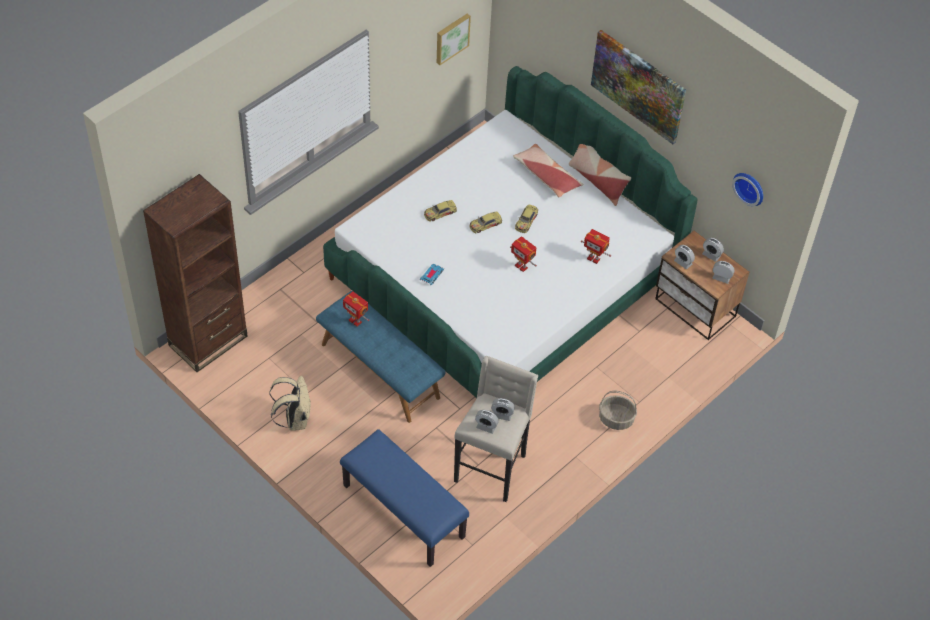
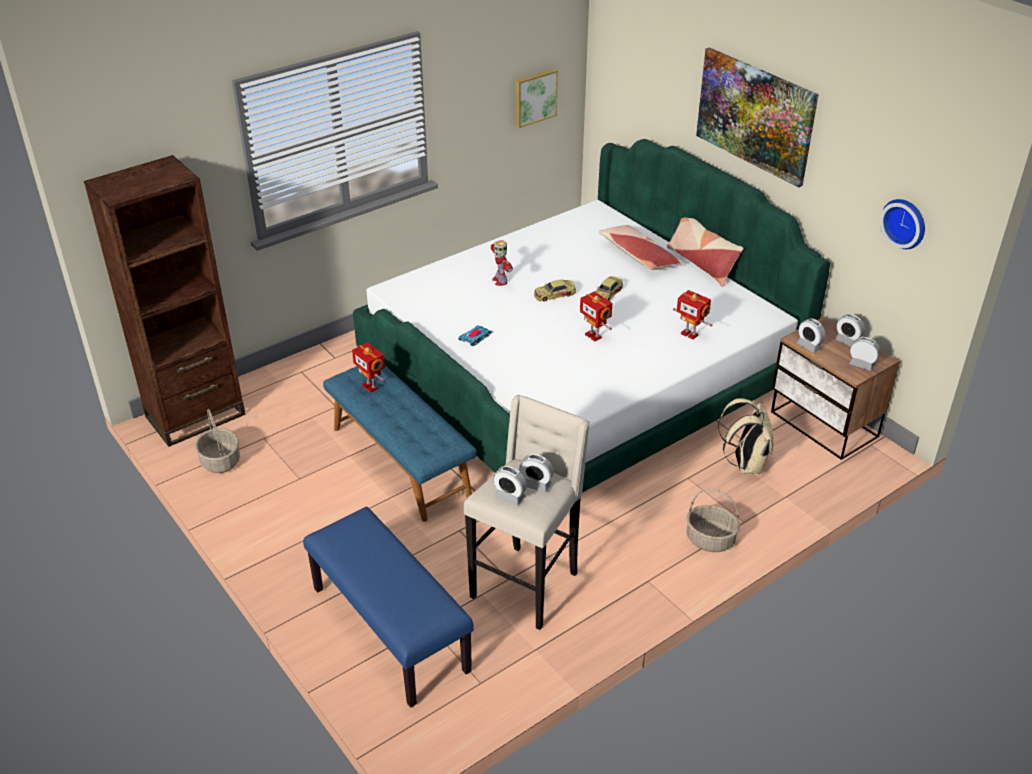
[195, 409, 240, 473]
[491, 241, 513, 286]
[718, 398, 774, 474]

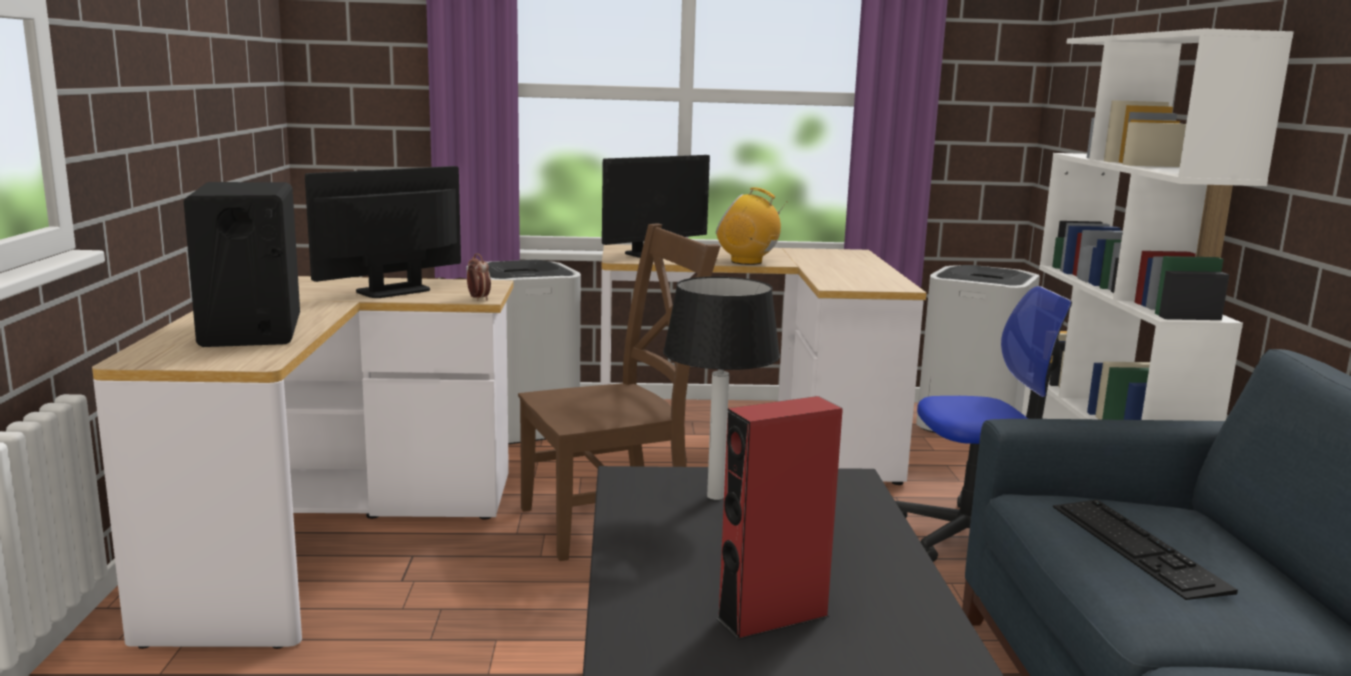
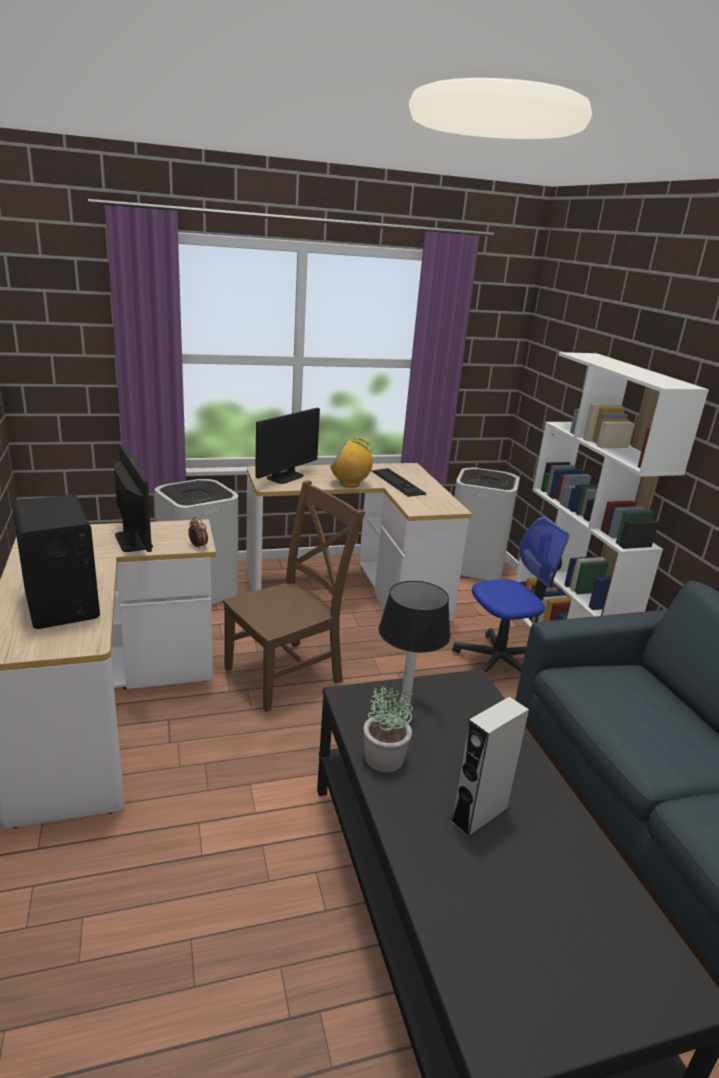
[114, 444, 153, 552]
[363, 685, 413, 772]
[372, 468, 426, 497]
[450, 696, 529, 838]

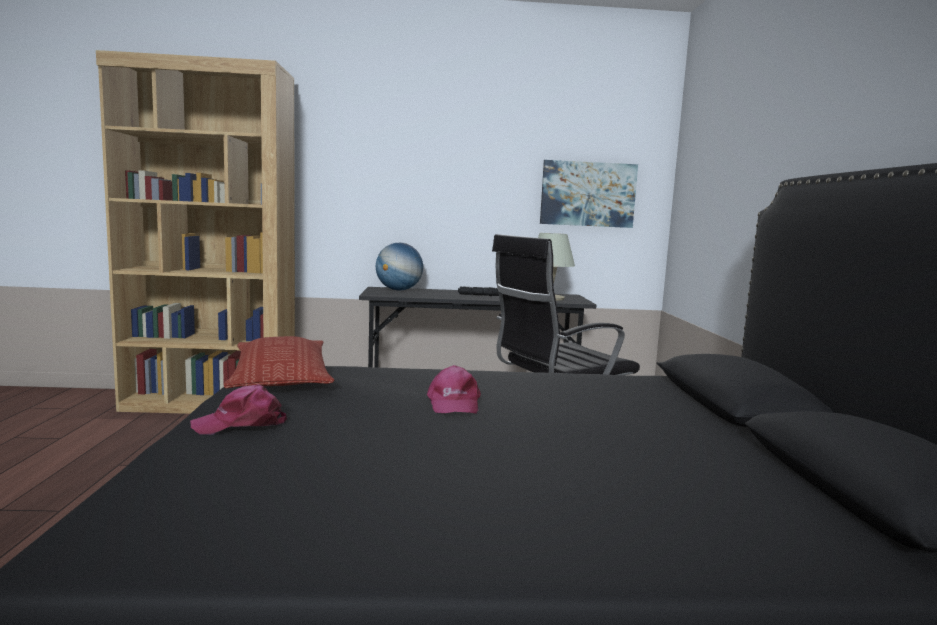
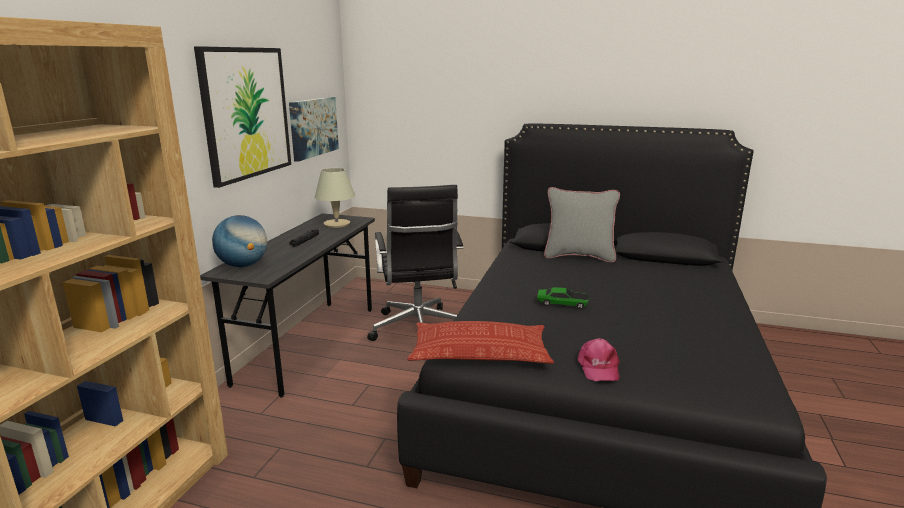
[194, 46, 291, 188]
[537, 287, 589, 309]
[544, 187, 620, 263]

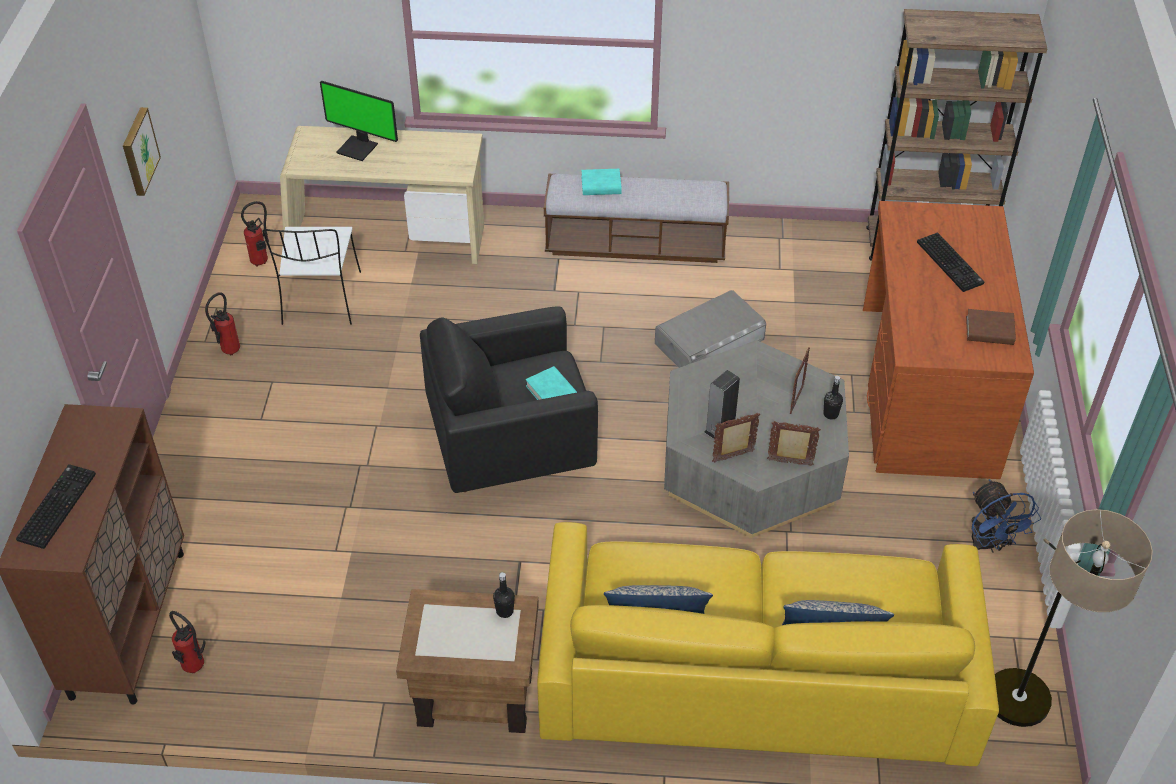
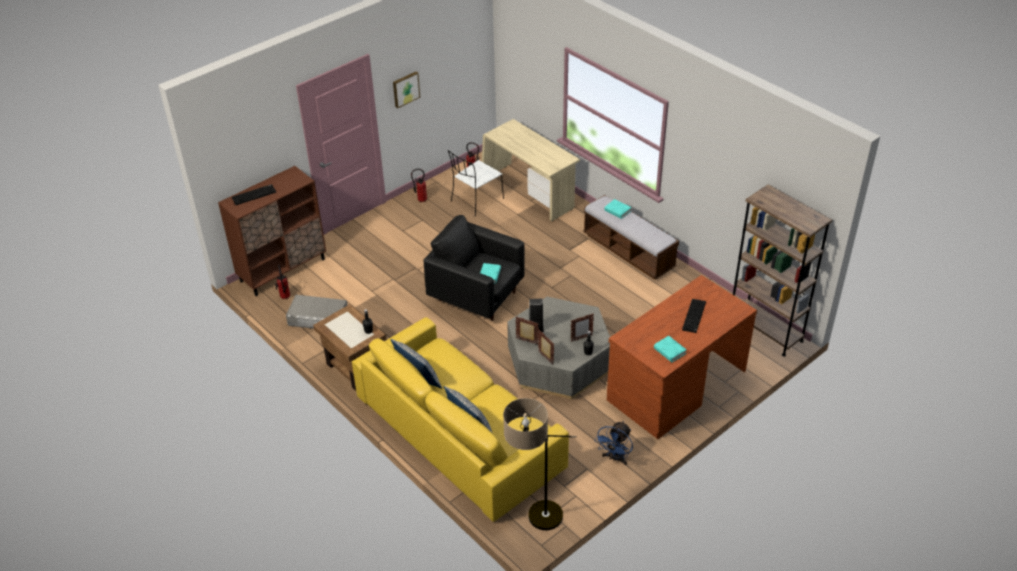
[286, 295, 347, 329]
[654, 336, 687, 362]
[320, 81, 398, 161] (first image)

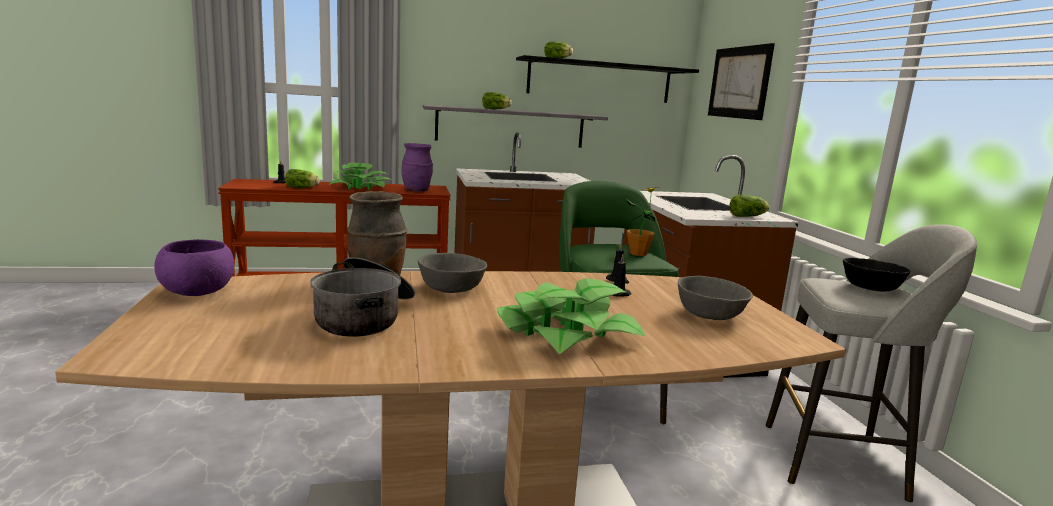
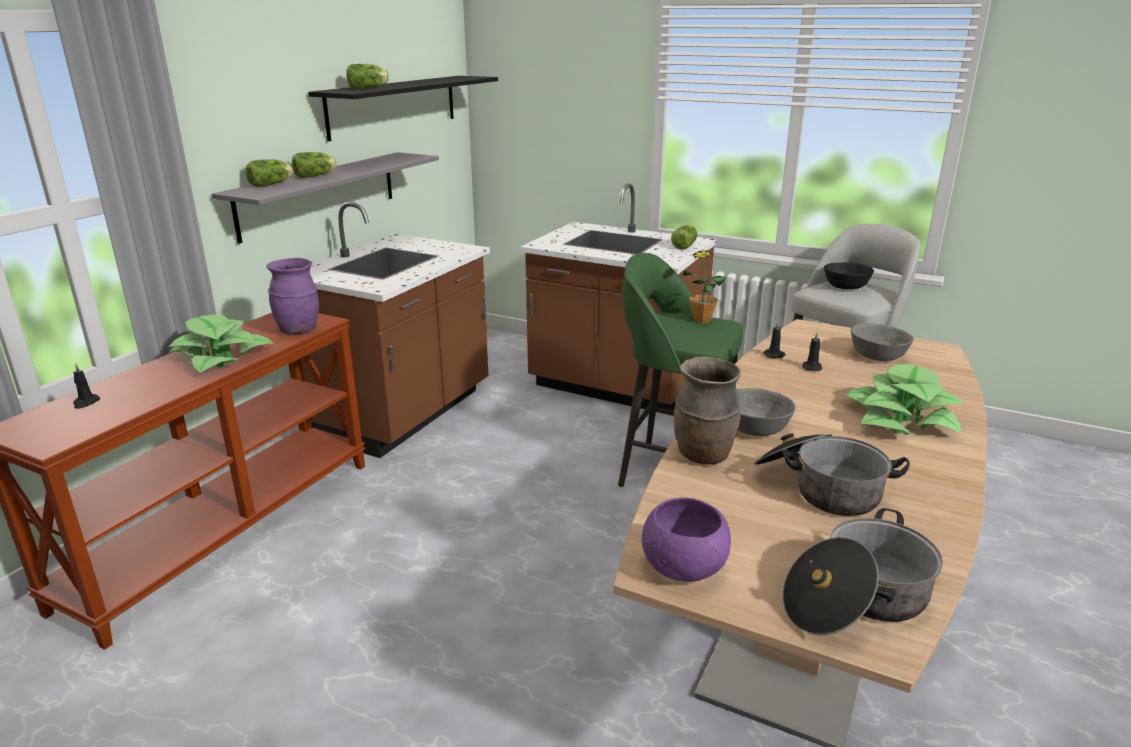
[245, 159, 293, 187]
[783, 508, 943, 635]
[708, 43, 775, 120] (first image)

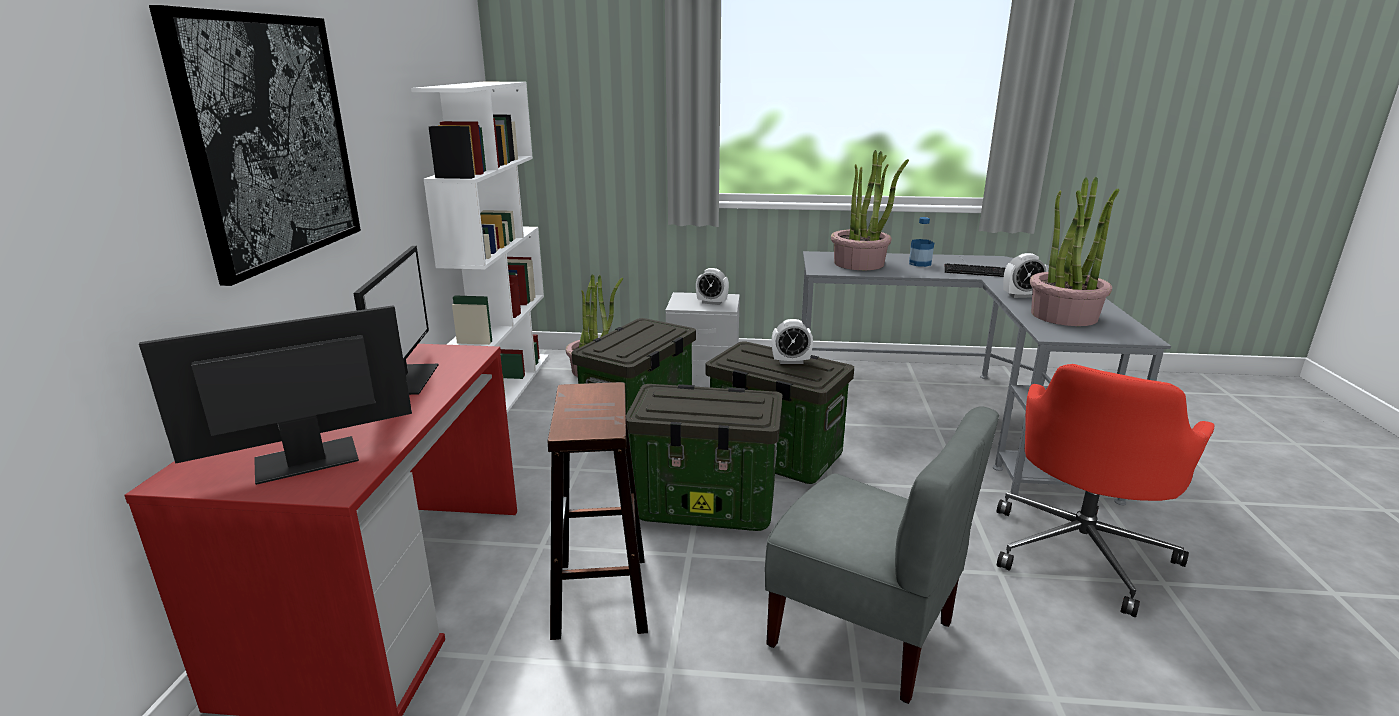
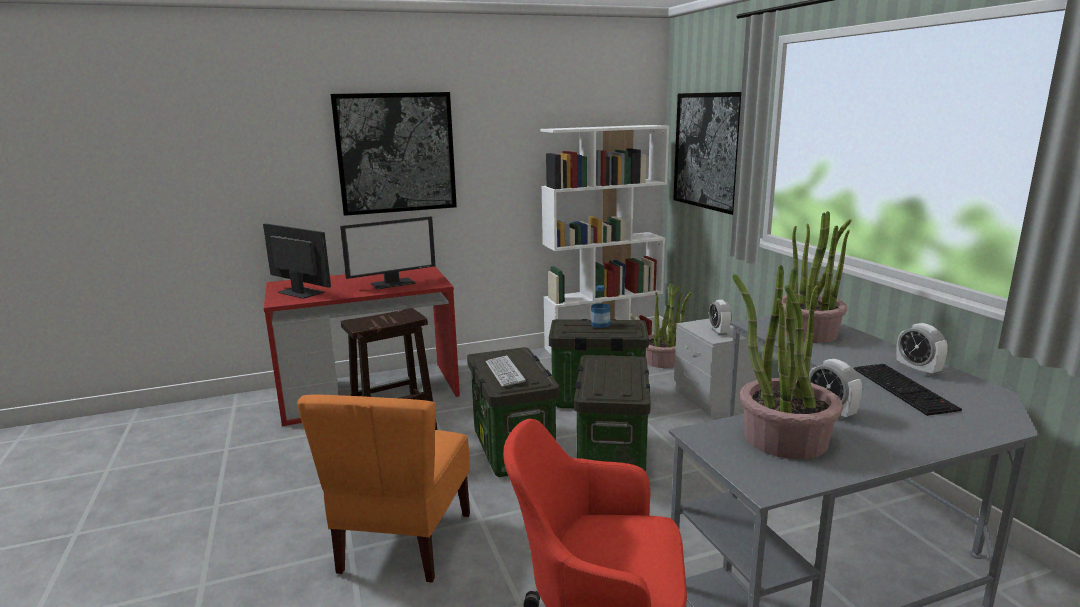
[297, 395, 470, 583]
[486, 356, 526, 387]
[591, 285, 610, 328]
[673, 92, 741, 215]
[896, 323, 948, 376]

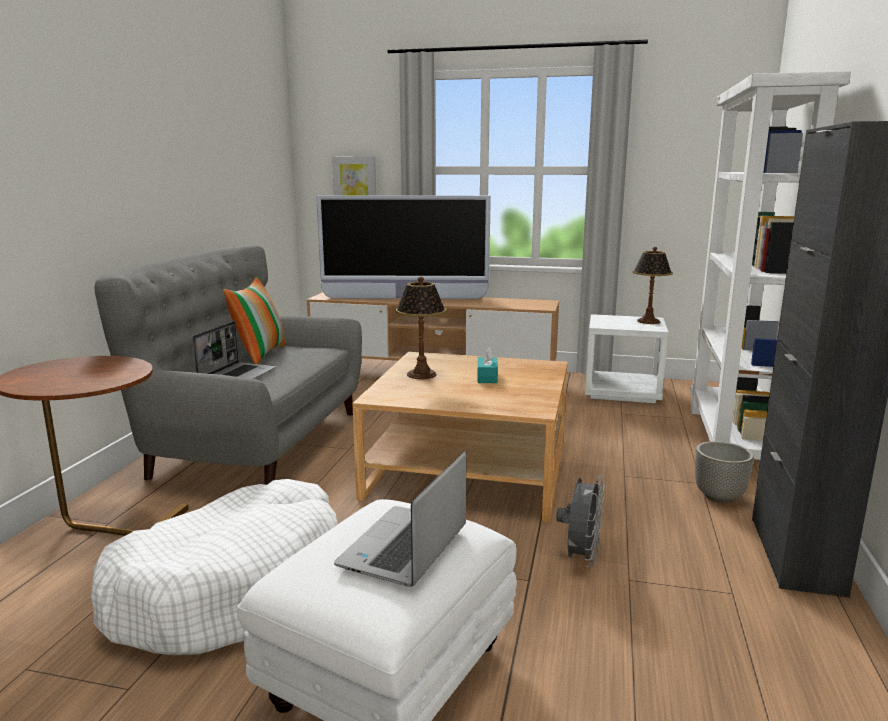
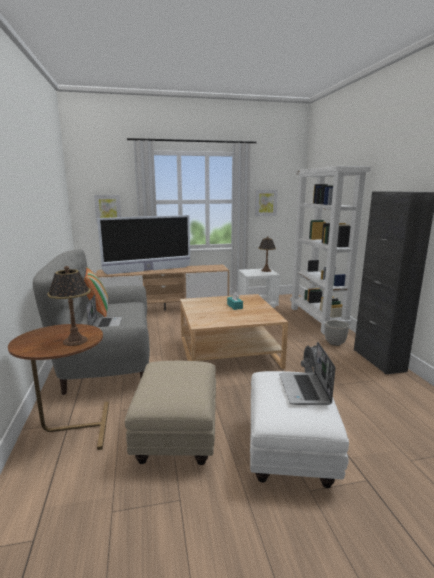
[47, 266, 91, 346]
[125, 361, 216, 465]
[255, 190, 278, 216]

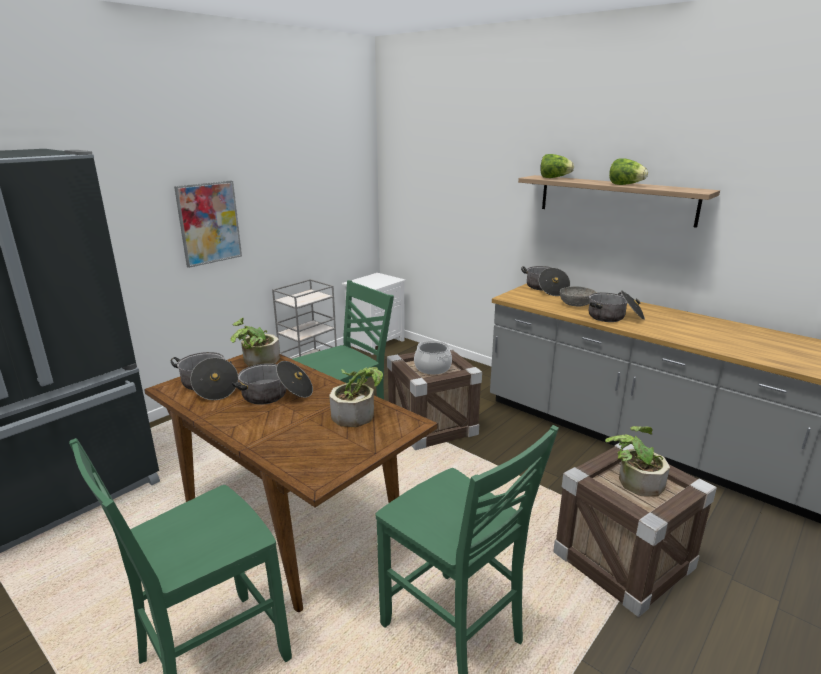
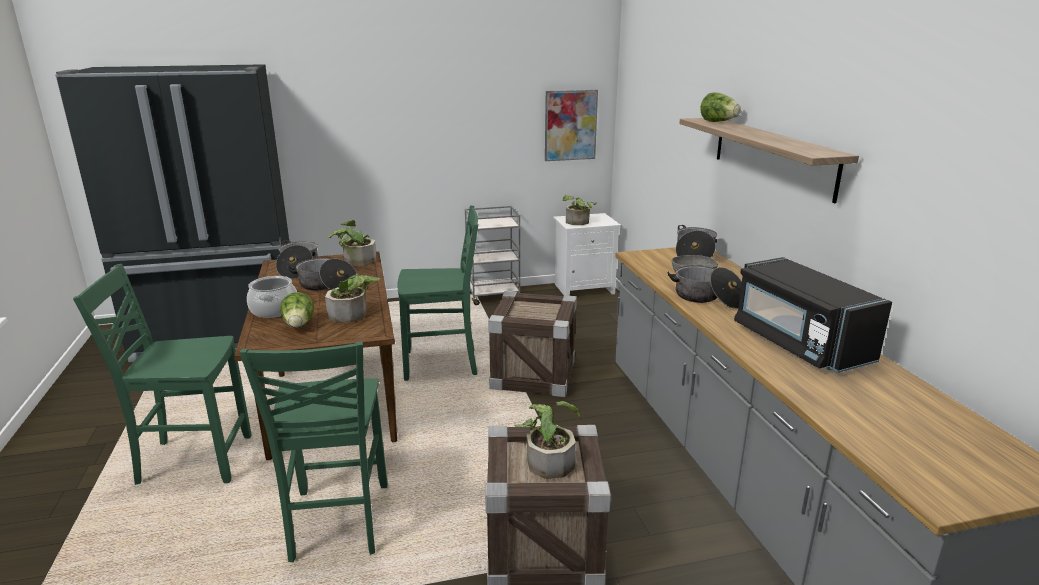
[247, 276, 297, 318]
[280, 292, 314, 328]
[545, 90, 598, 161]
[562, 195, 596, 225]
[734, 257, 892, 373]

